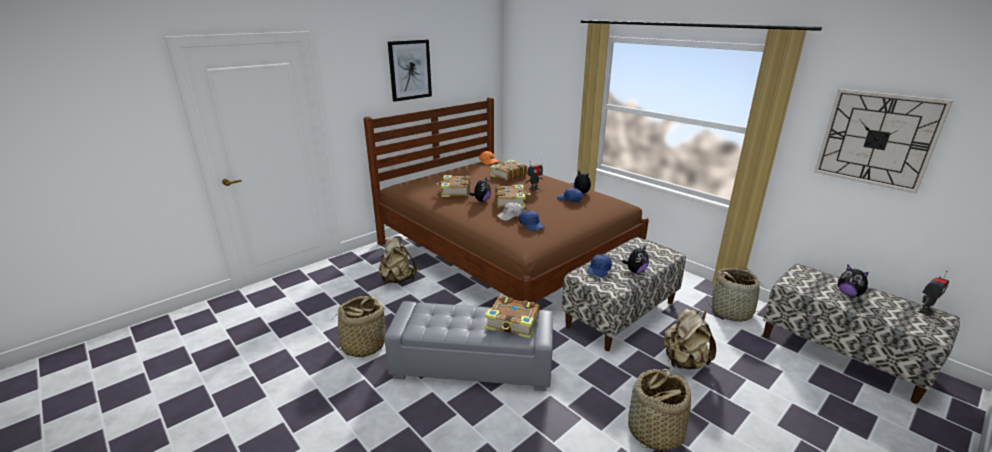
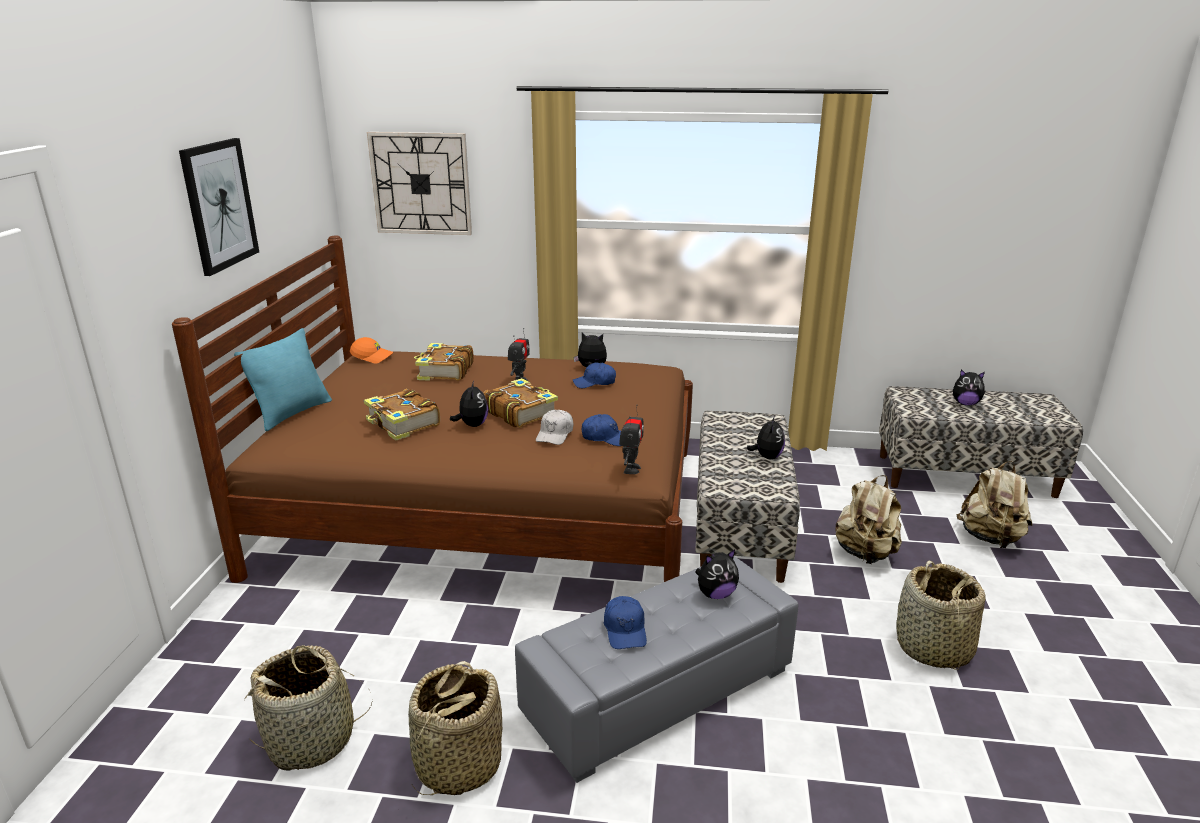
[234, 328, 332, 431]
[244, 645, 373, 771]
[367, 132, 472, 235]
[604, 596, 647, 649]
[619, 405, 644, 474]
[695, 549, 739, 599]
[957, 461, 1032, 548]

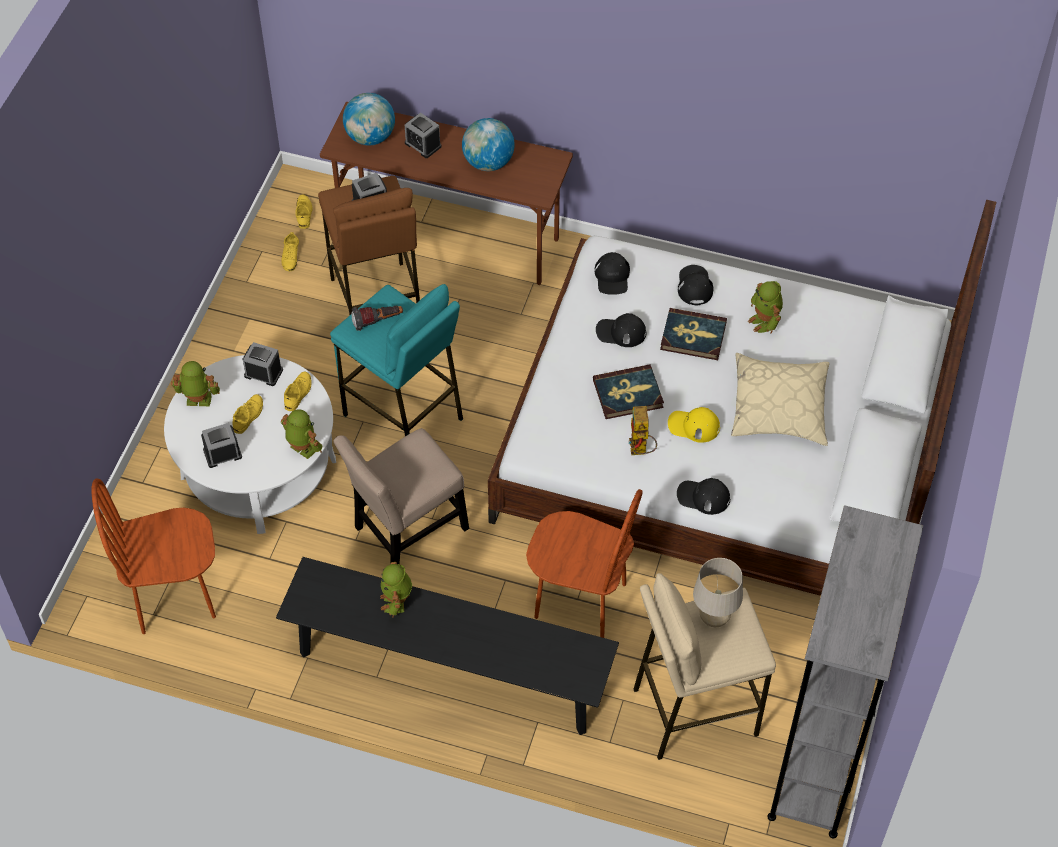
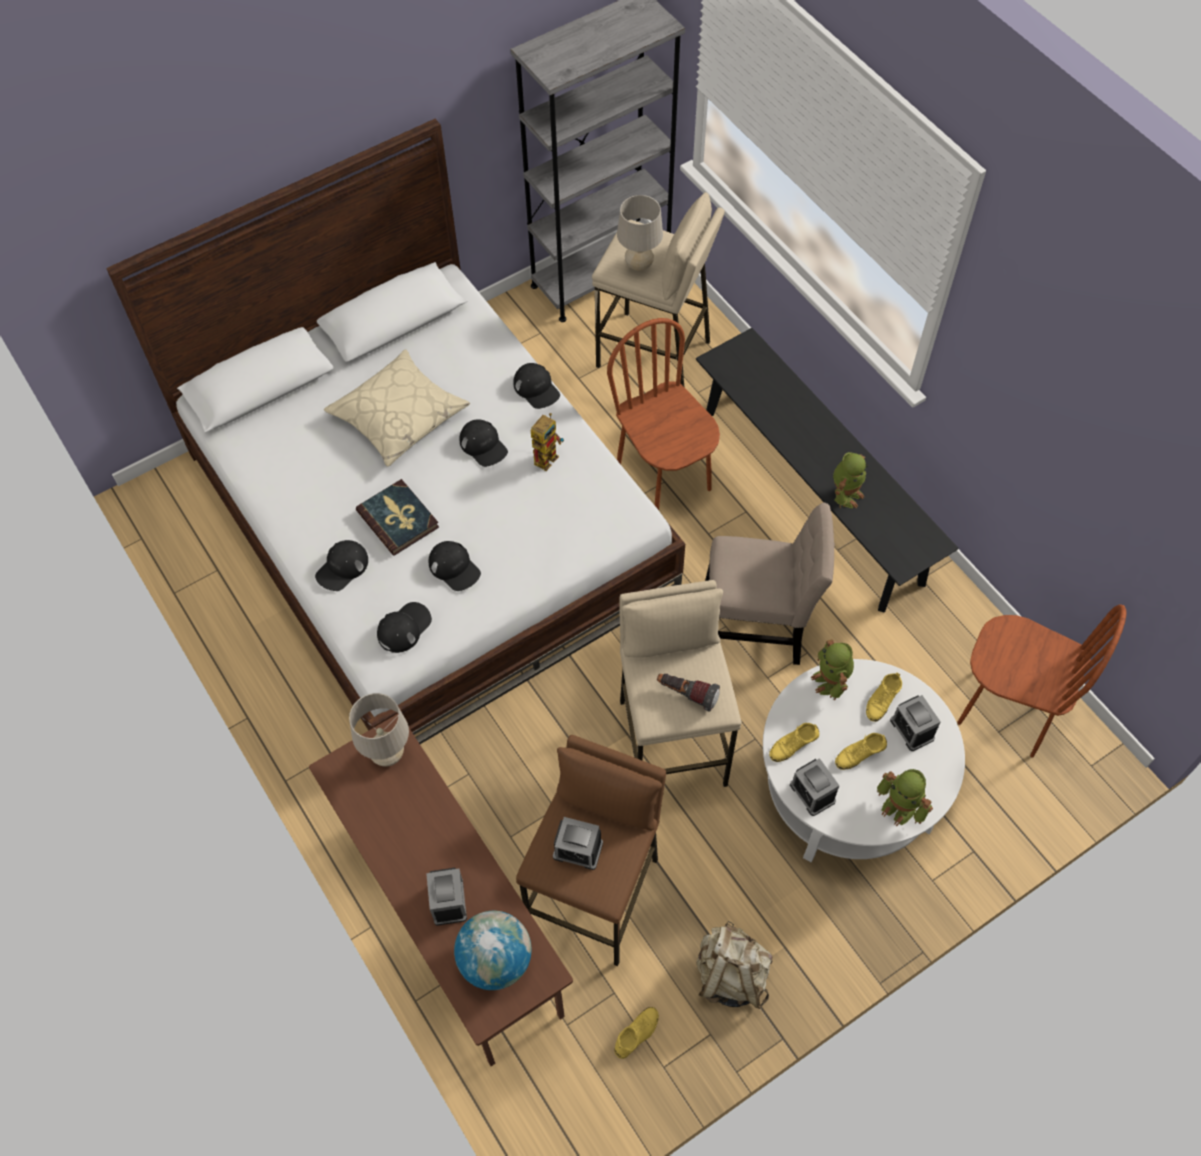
[349, 693, 409, 767]
[459, 419, 508, 467]
[619, 580, 742, 787]
[696, 921, 773, 1009]
[866, 673, 902, 722]
[890, 695, 940, 751]
[462, 118, 515, 171] (first image)
[593, 364, 664, 419] (first image)
[748, 281, 783, 334] (first image)

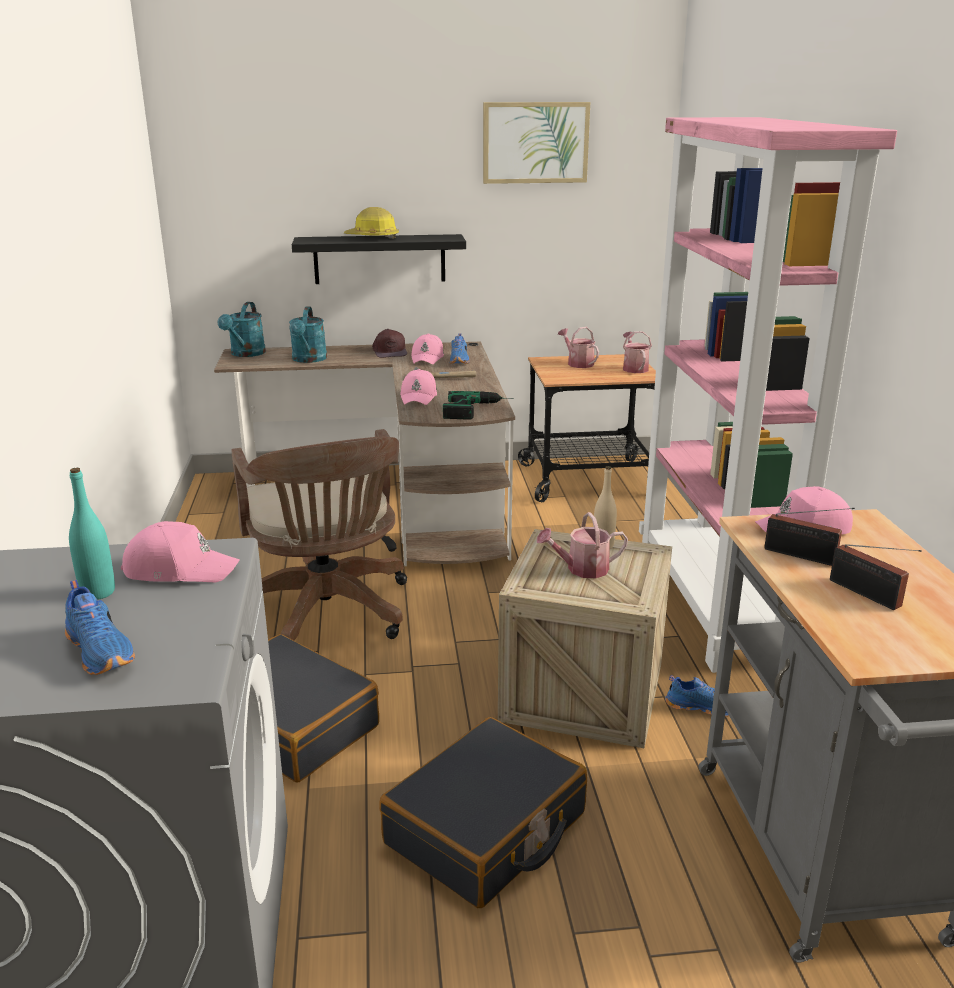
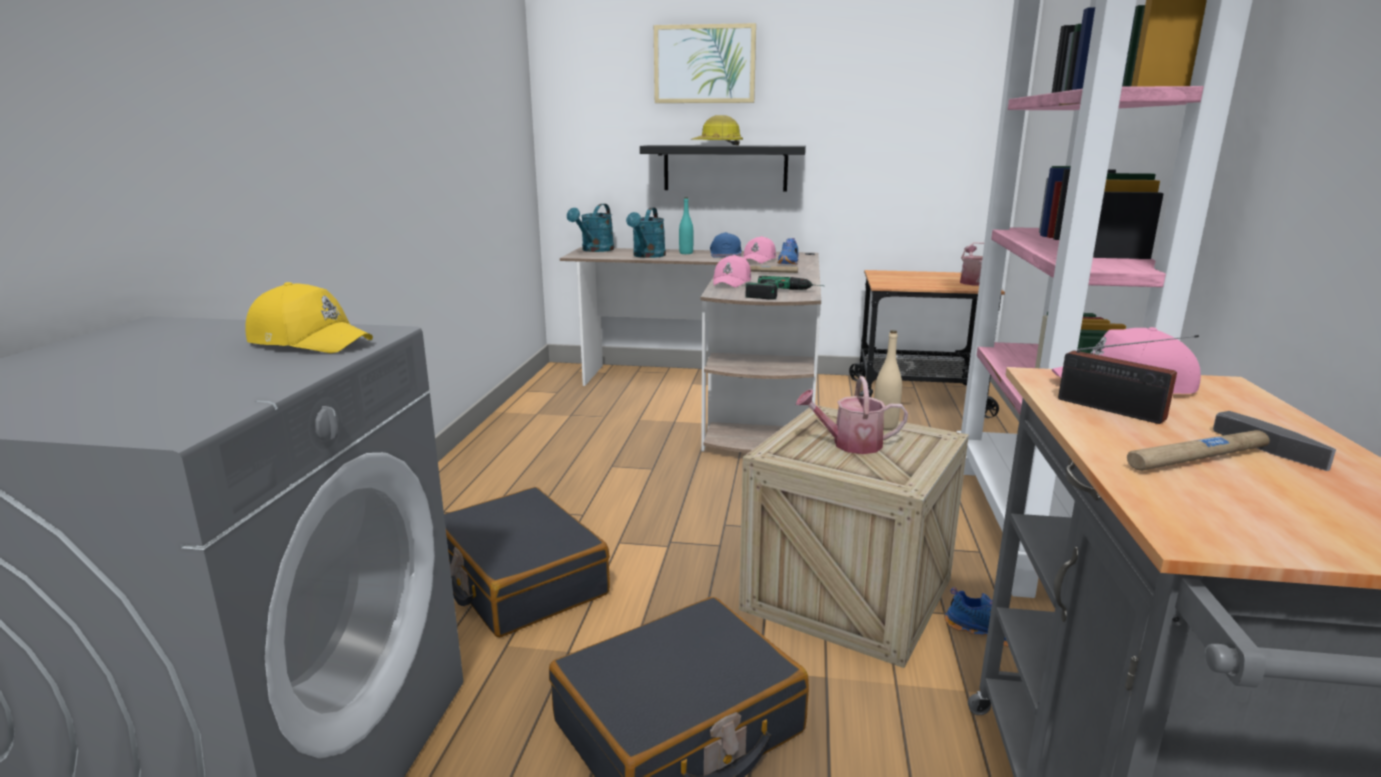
[245, 282, 373, 353]
[654, 23, 756, 103]
[679, 197, 694, 254]
[710, 232, 742, 258]
[1127, 411, 1336, 471]
[65, 580, 135, 675] (first image)
[232, 429, 407, 640] (first image)
[558, 327, 599, 368] (first image)

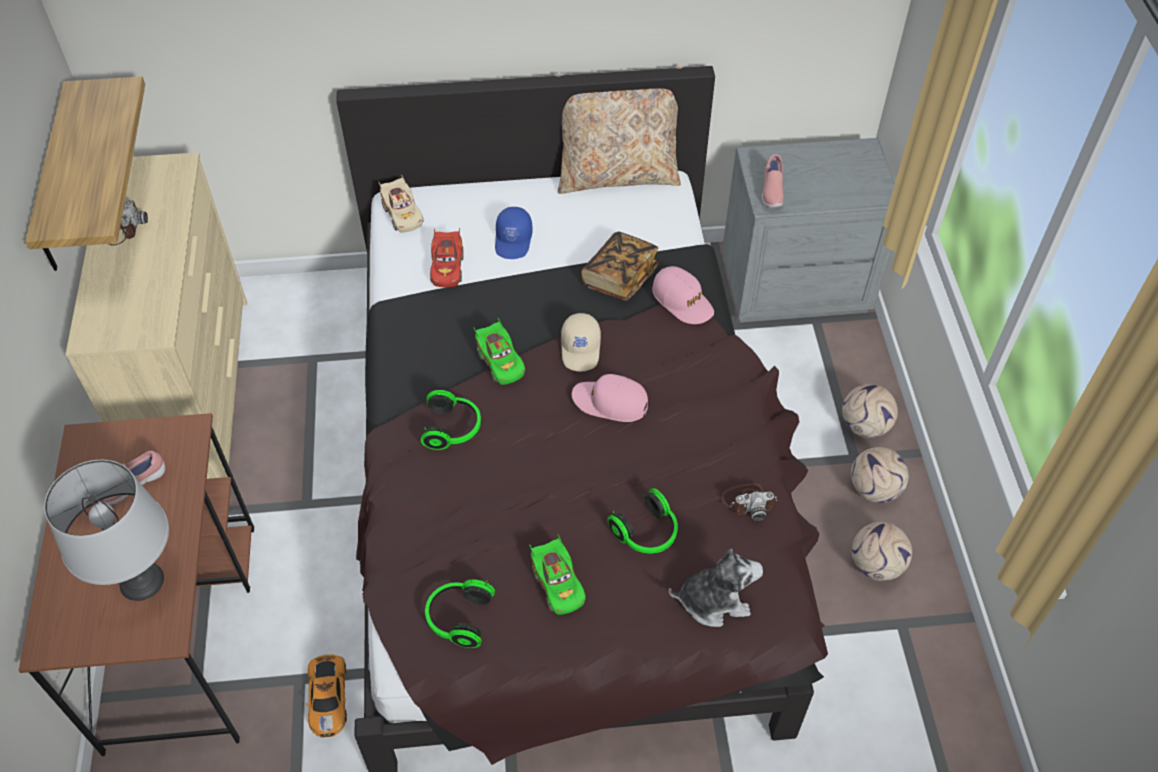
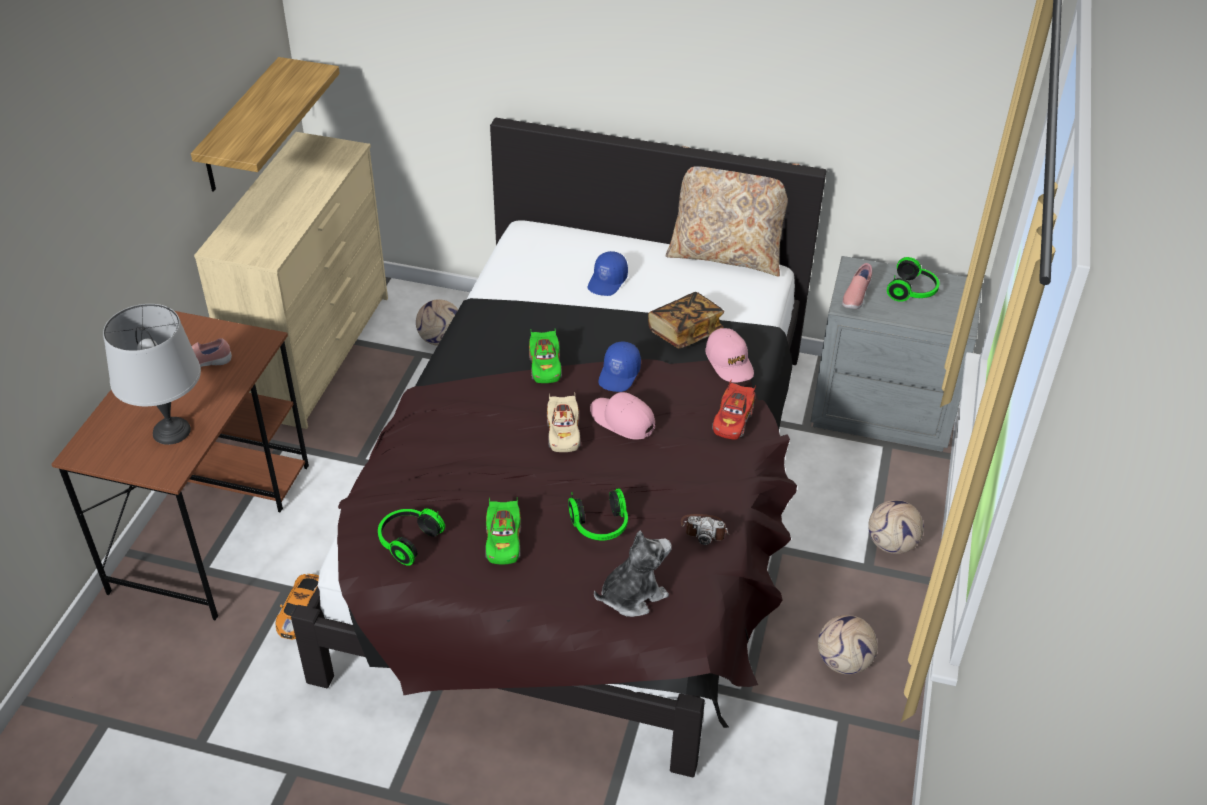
[416, 299, 458, 346]
[547, 392, 581, 452]
[594, 530, 672, 617]
[598, 341, 641, 392]
[712, 379, 756, 439]
[887, 257, 940, 302]
[109, 200, 148, 246] (first image)

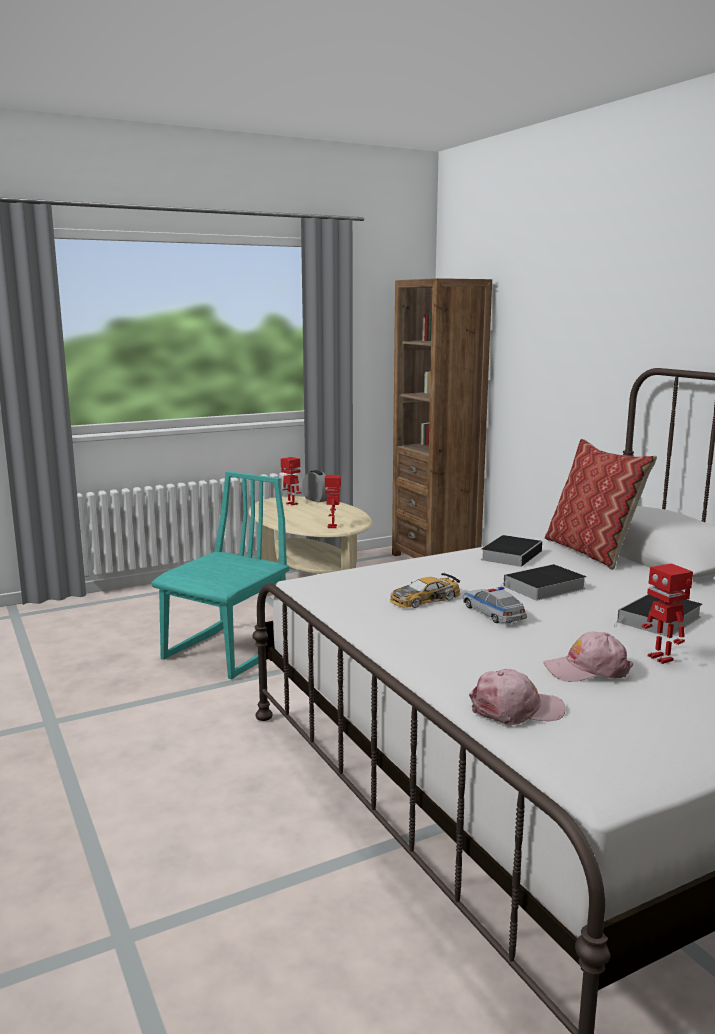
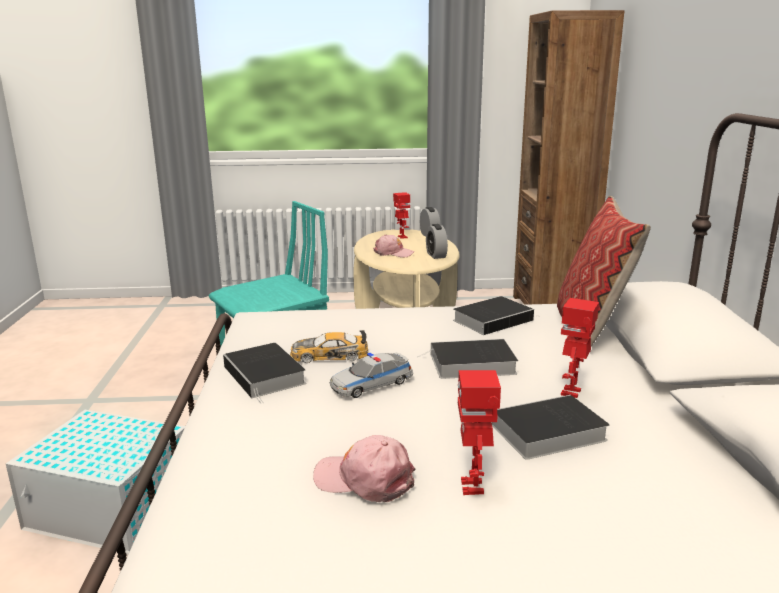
[6, 410, 185, 554]
[223, 343, 306, 404]
[330, 353, 413, 398]
[373, 234, 415, 258]
[426, 224, 448, 259]
[561, 298, 599, 398]

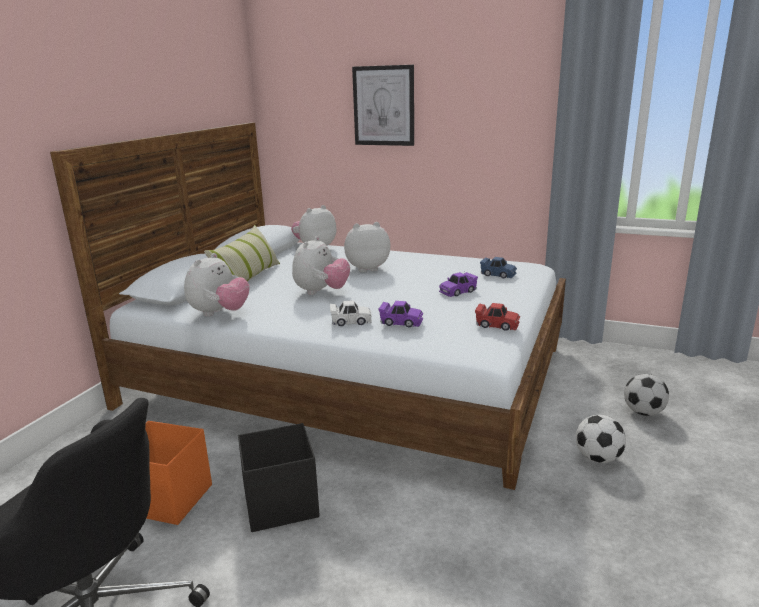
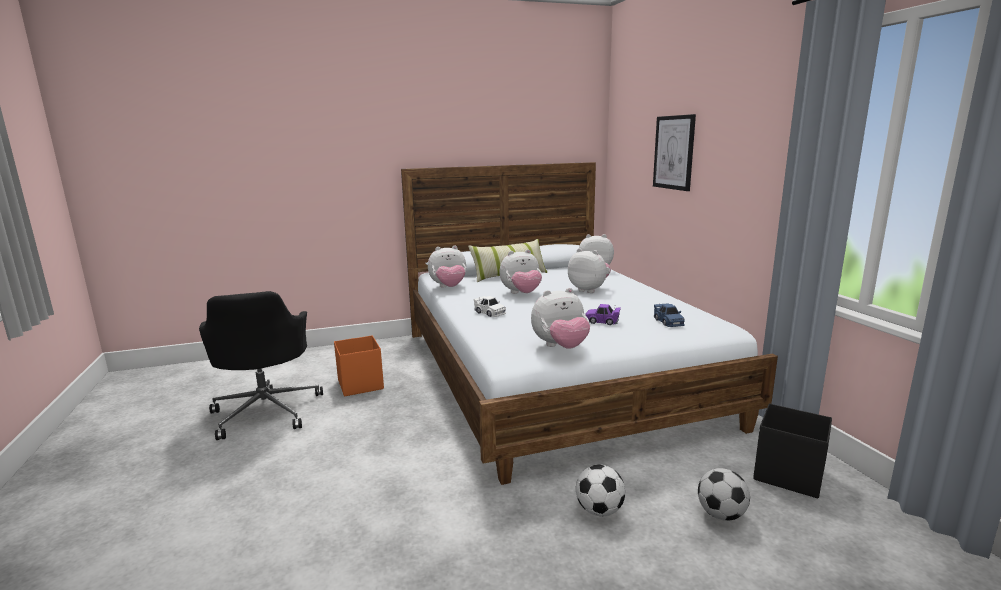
[531, 288, 590, 349]
[753, 403, 832, 498]
[378, 301, 423, 327] (first image)

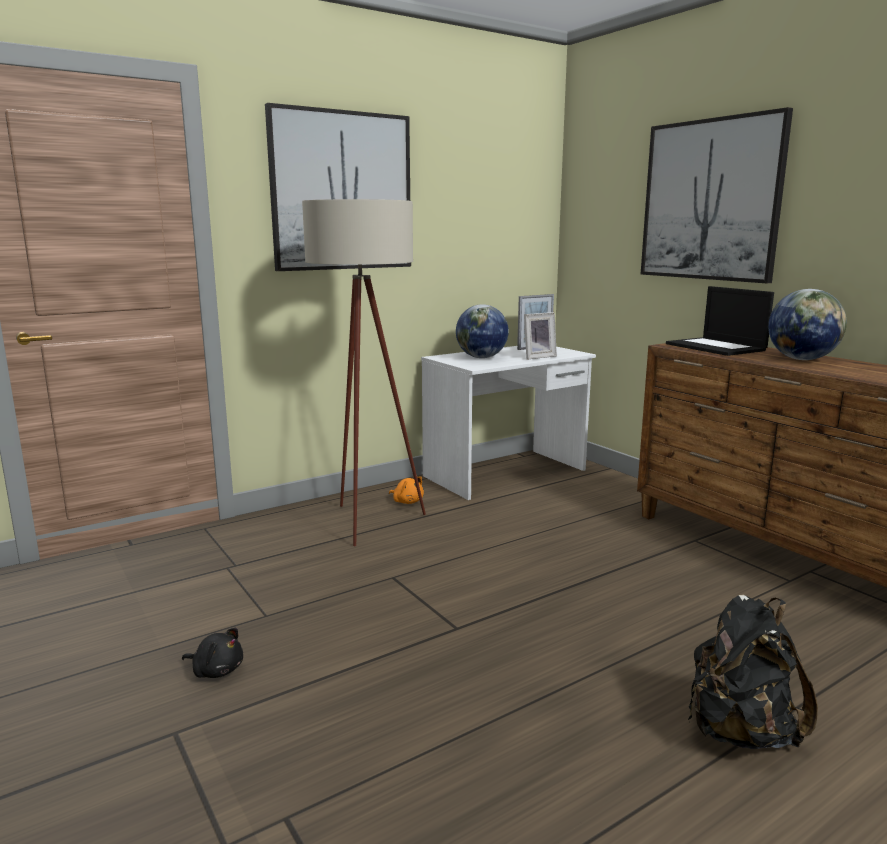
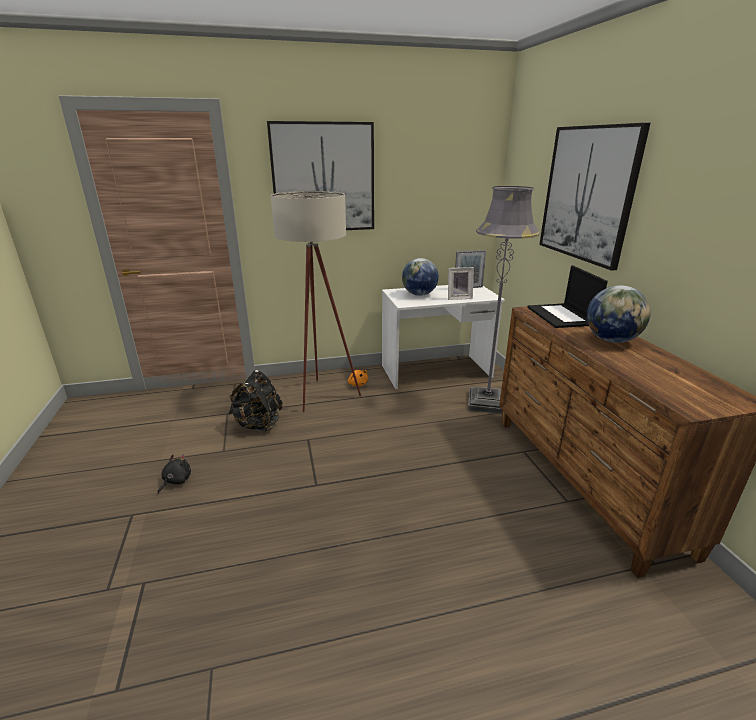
[157, 454, 191, 494]
[228, 370, 283, 432]
[468, 186, 540, 414]

